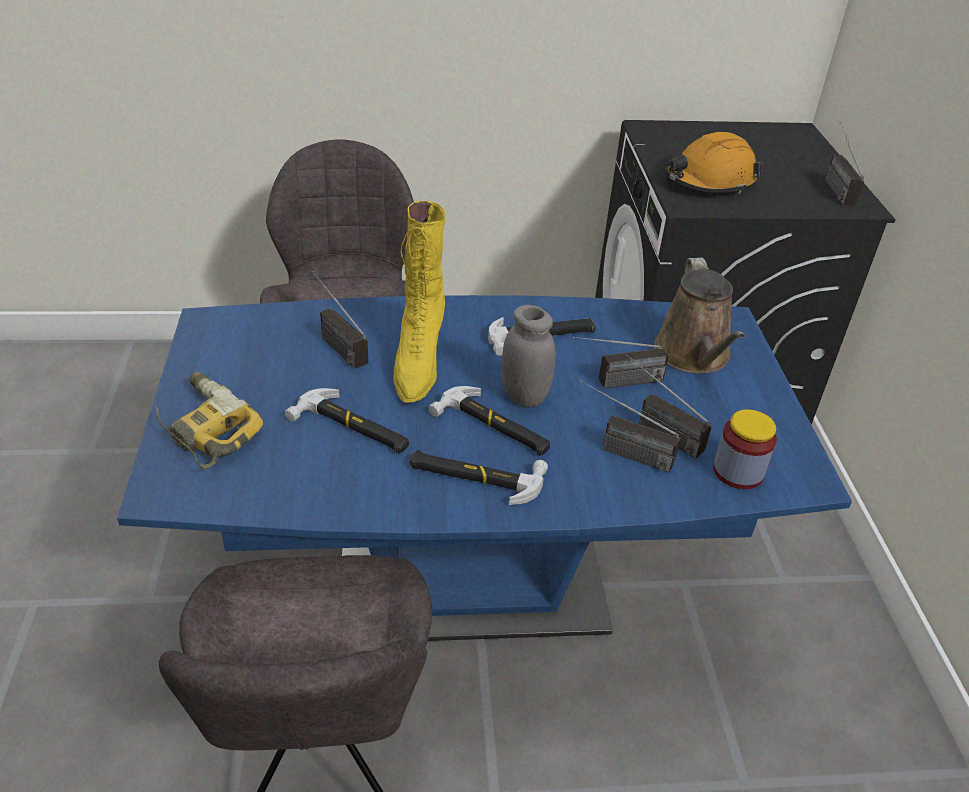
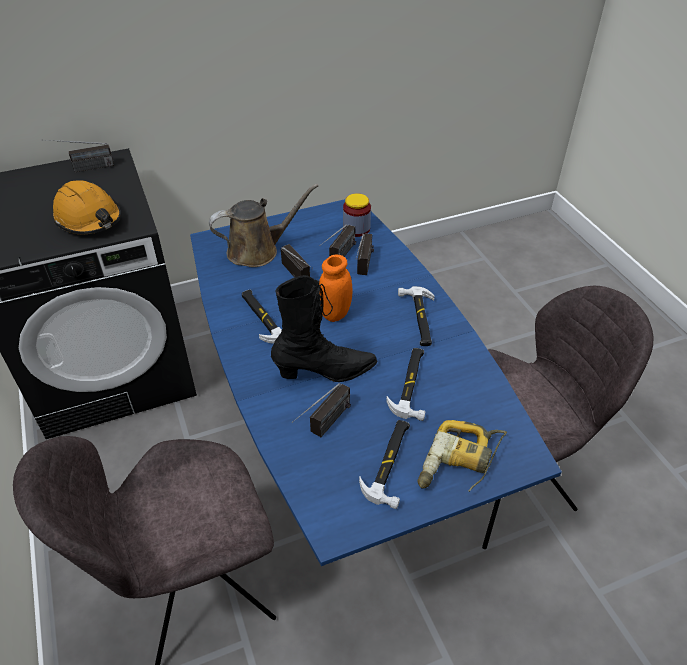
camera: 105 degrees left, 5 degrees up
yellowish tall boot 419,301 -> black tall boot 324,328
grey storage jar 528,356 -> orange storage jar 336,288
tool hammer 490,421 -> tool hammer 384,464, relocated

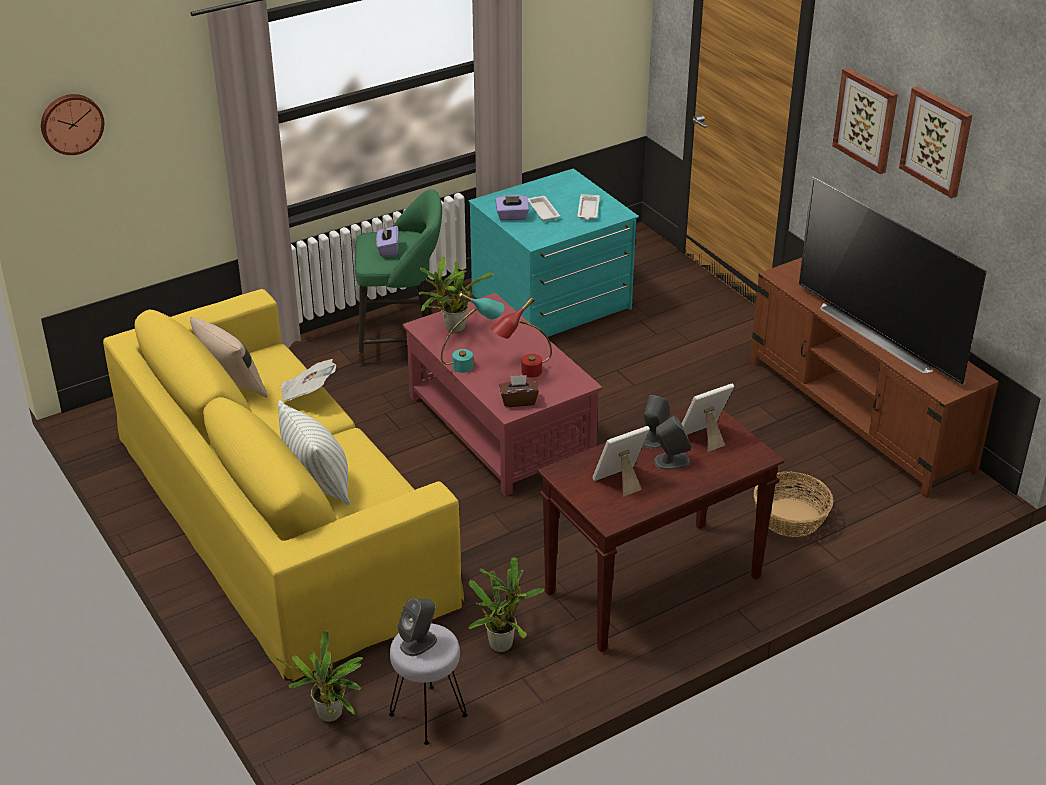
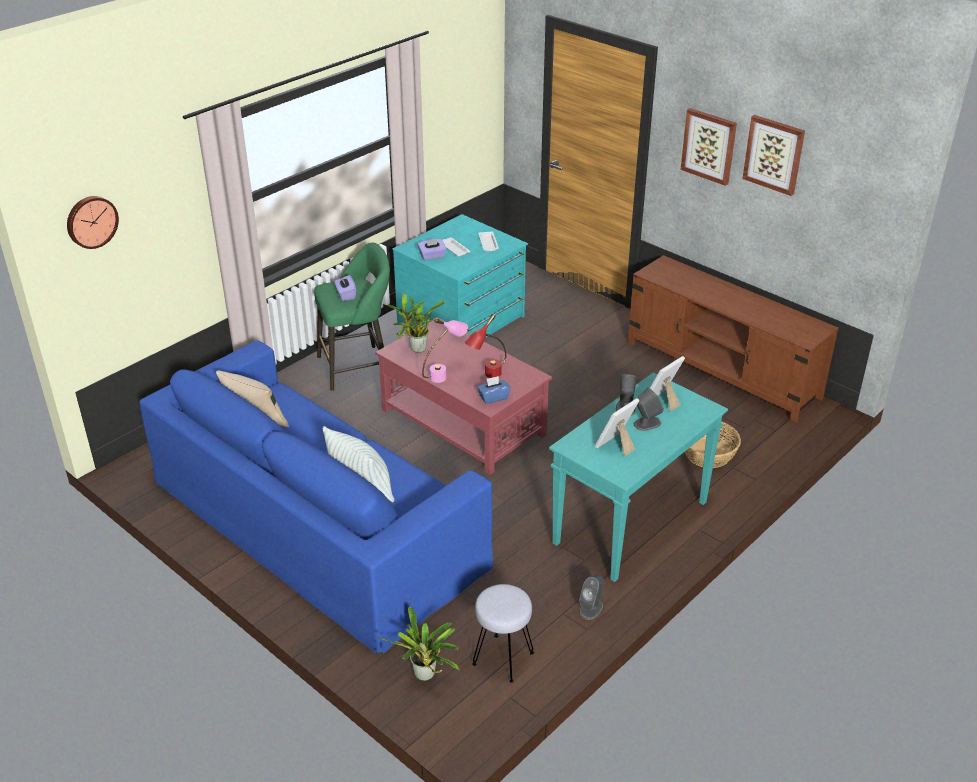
camera: 15 degrees left, 0 degrees up
TV set 893,281 -> none
yellowish couch 283,485 -> blue-coloured couch 316,497
turquoise-coloured lamp for a table 472,332 -> pink-coloured lamp for a table 445,350
printed paper 308,380 -> none
brownish box of tissues 519,391 -> blue-coloured box of tissues 494,390
brownish console table 661,531 -> turquoise-coloured console table 638,477
plant in a pot 506,604 -> none
grey loudspeaker 417,627 -> grey loudspeaker 591,597, relocated

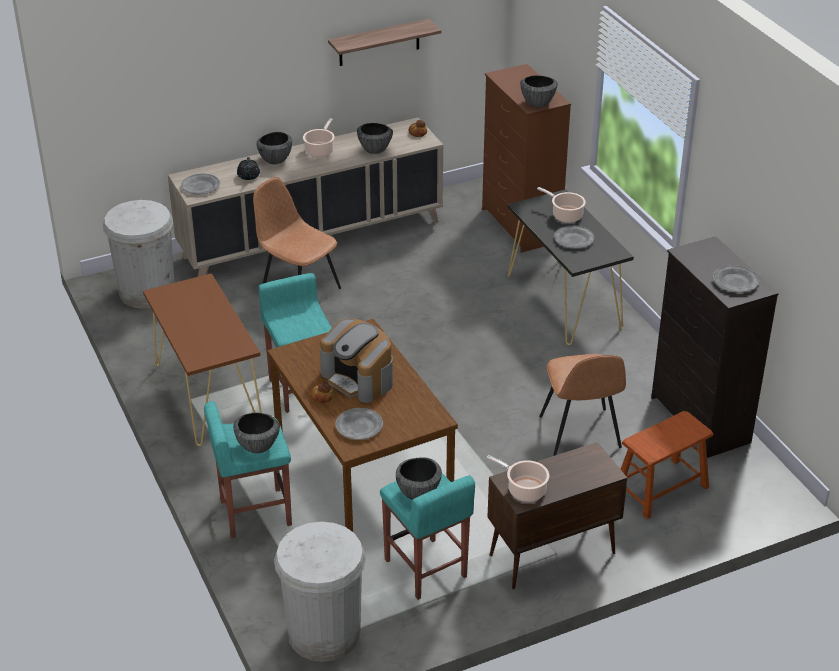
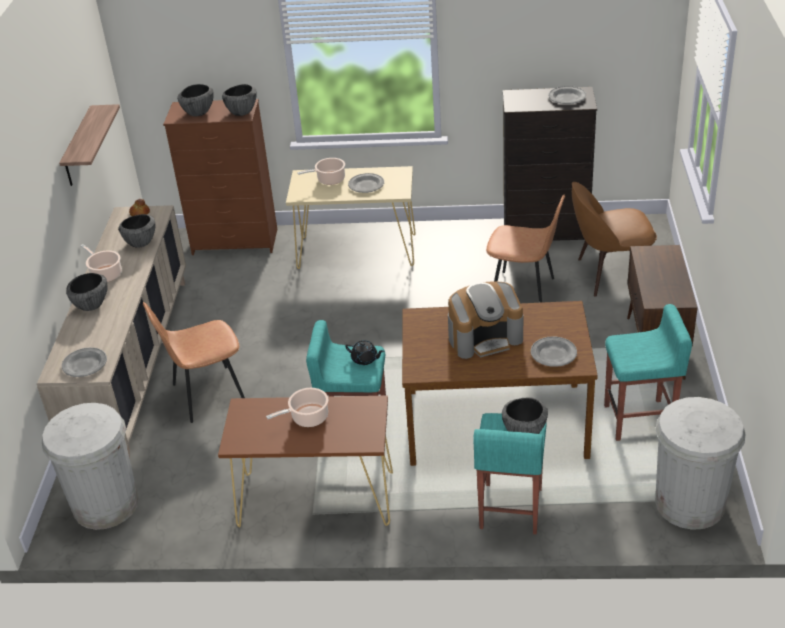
camera: 60 degrees left, 0 degrees up
black tea pot 248,168 -> black tea pot 364,352, relocated
black console table 571,267 -> beige-coloured console table 351,217
bread 322,393 -> none
brownish sitting stool 667,465 -> brownish upright chair 614,239
stockpot 517,478 -> stockpot 297,407, relocated
deep dish 419,478 -> deep dish 195,100, relocated

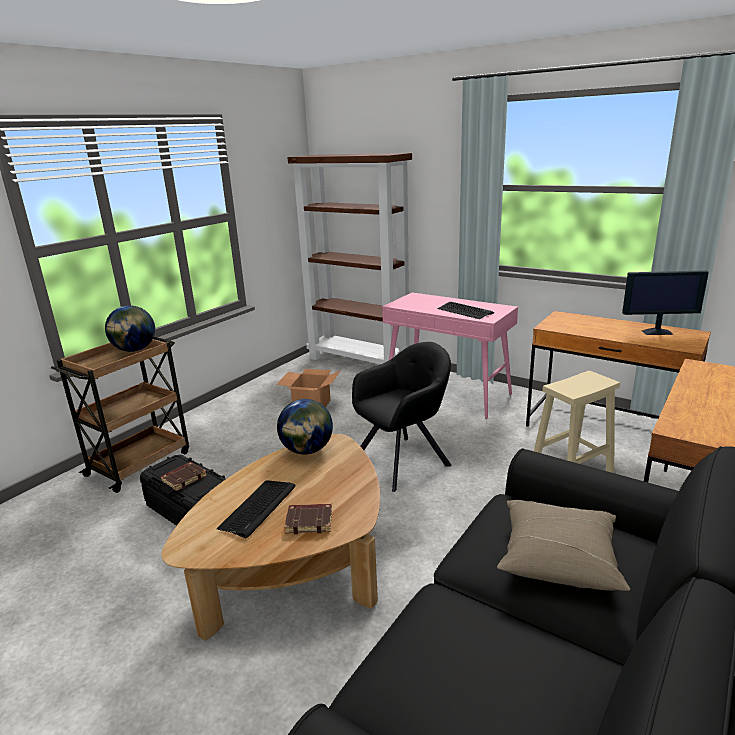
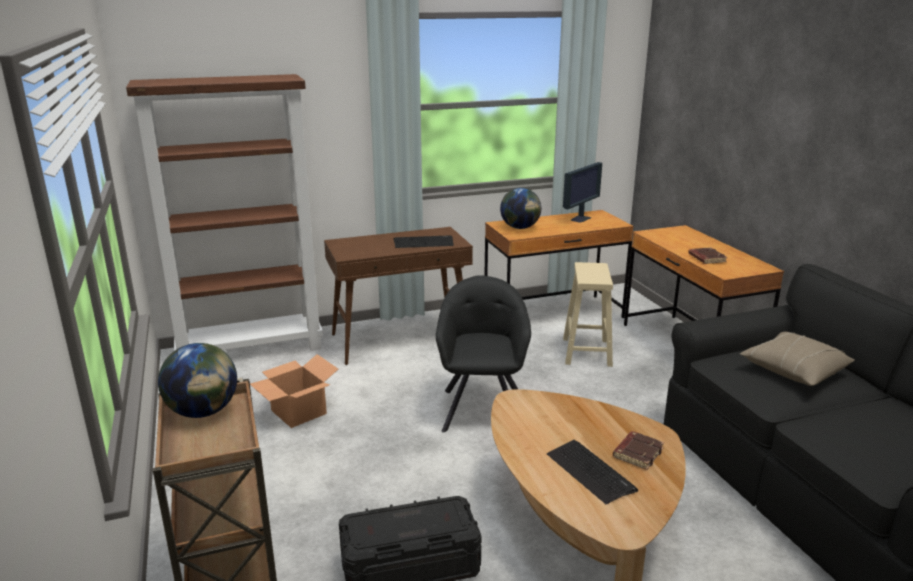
camera: 55 degrees left, 0 degrees up
pink-coloured console table 450,355 -> brownish console table 398,296
world globe 305,427 -> world globe 520,208, relocated
brownish bound book 184,476 -> brownish bound book 708,255, relocated

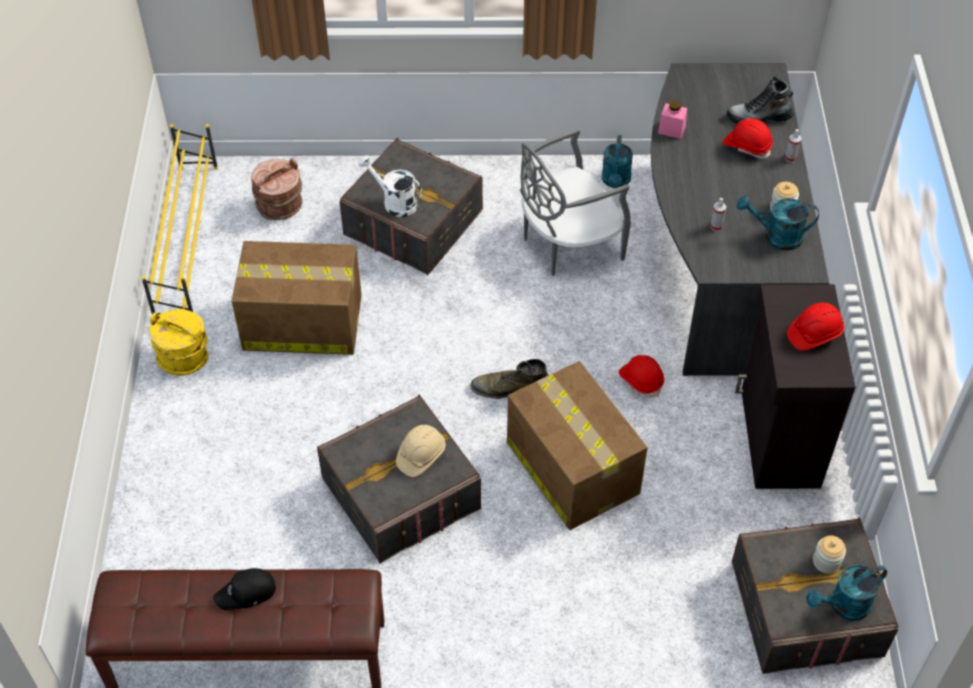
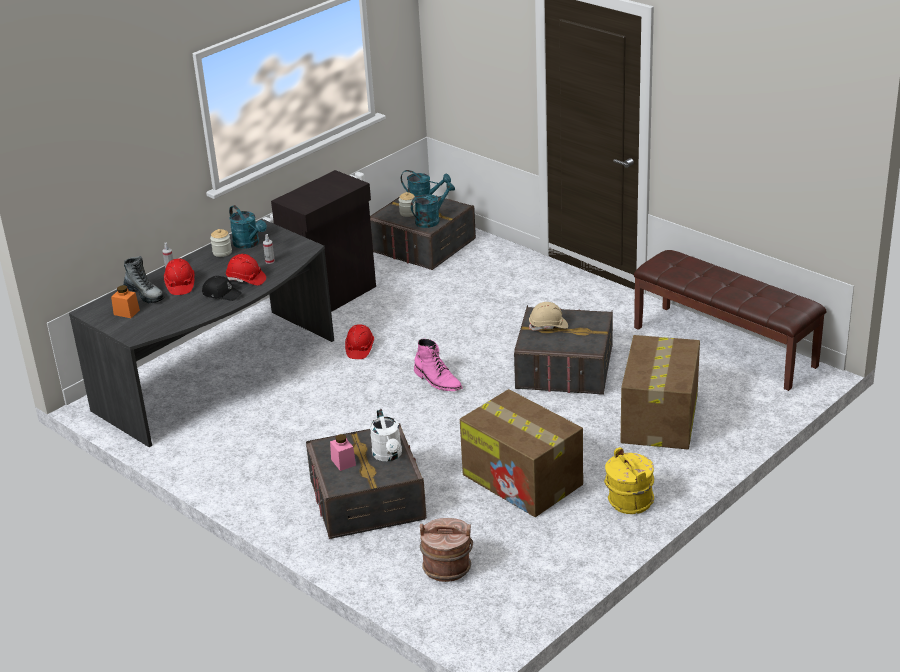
camera: 135 degrees left, 20 degrees down
pink-coloured storage jar 672,120 -> pink-coloured storage jar 343,452, relocated
yellowish shoe stand 179,219 -> none
grey upright chair 575,202 -> none
turquoise-coloured watering can 617,161 -> turquoise-coloured watering can 433,205, relocated
red-coloured work helmet 815,326 -> red-coloured work helmet 246,270, relocated
greenish tall boot 509,379 -> pink-coloured tall boot 438,365
packing box 577,445 -> packing box 660,392, relocated
black baseball cap 244,589 -> black baseball cap 222,288, relocated
none -> orange storage jar 125,301

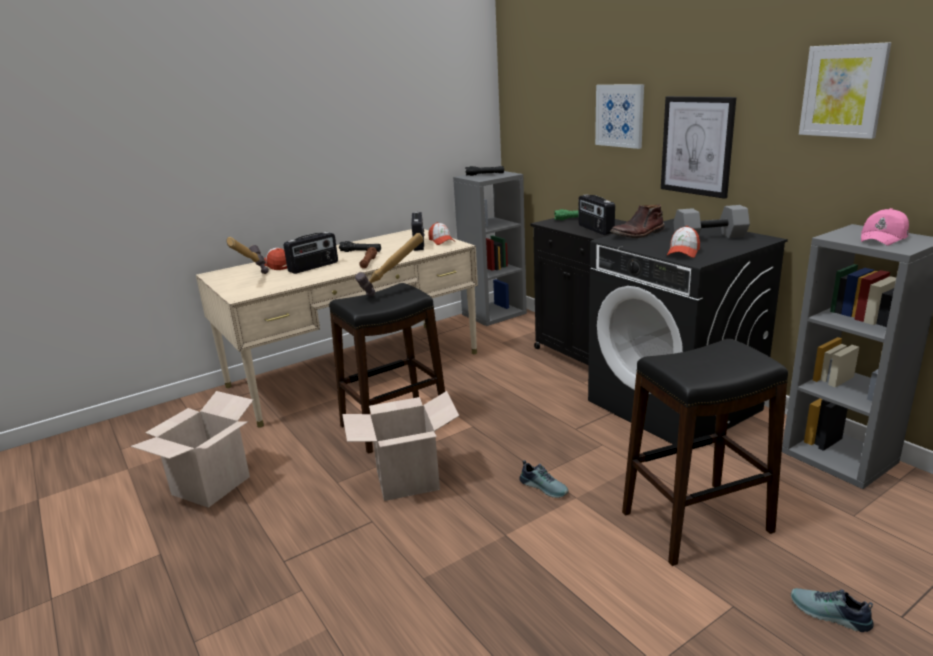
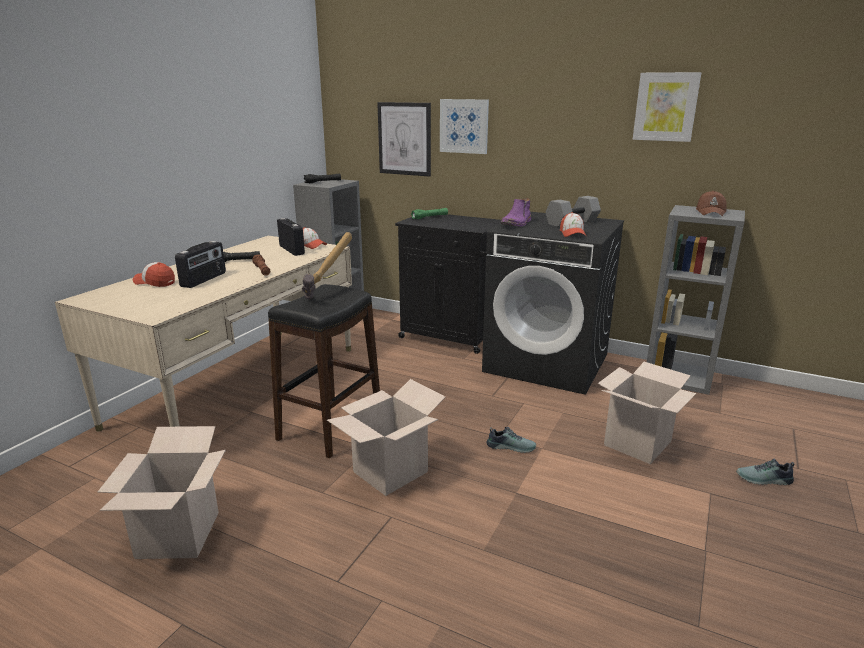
camera: 30 degrees left, 0 degrees up
wall picture 698,147 -> wall picture 404,139, relocated
radio 596,214 -> none
brownish tall boot 637,221 -> purplish tall boot 516,212
pink-coloured baseball cap 885,226 -> brownish baseball cap 711,203
tool hammer 248,255 -> none
black sitting stool 705,452 -> packing box 647,413

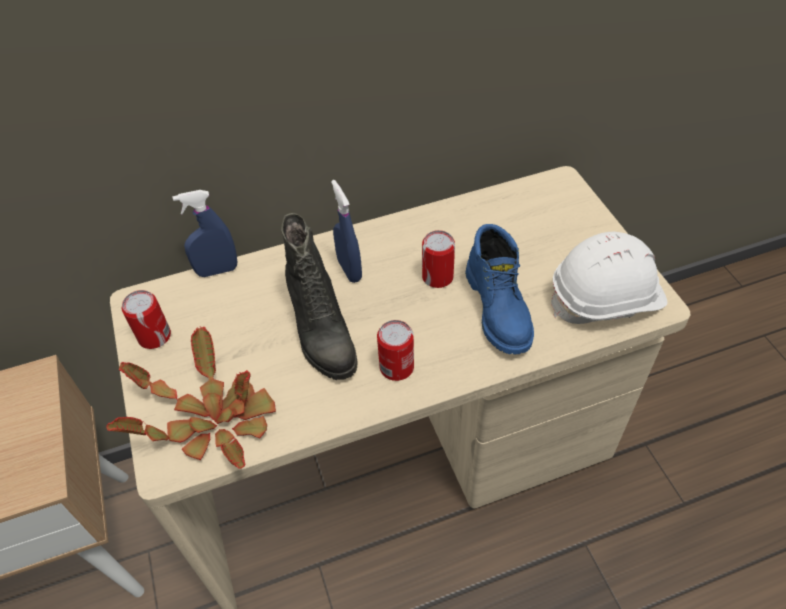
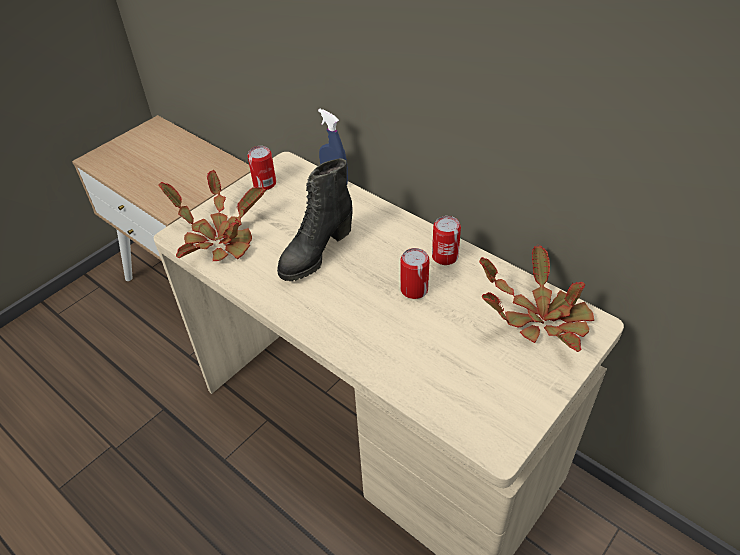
camera: 60 degrees right, 5 degrees down
blue-coloured hand sprayer 346,231 -> none
blue-coloured tall boot 499,289 -> none
white work helmet 609,278 -> none
metal can 395,350 -> metal can 446,240, relocated
none -> plant in a pot 536,298

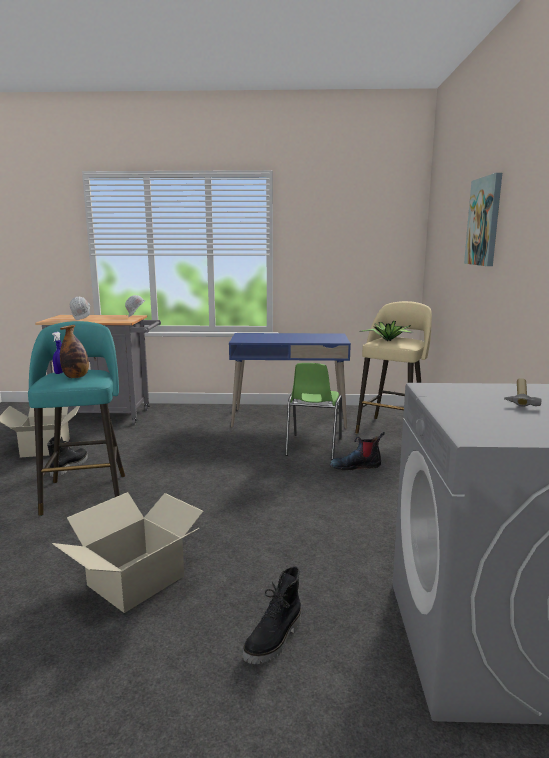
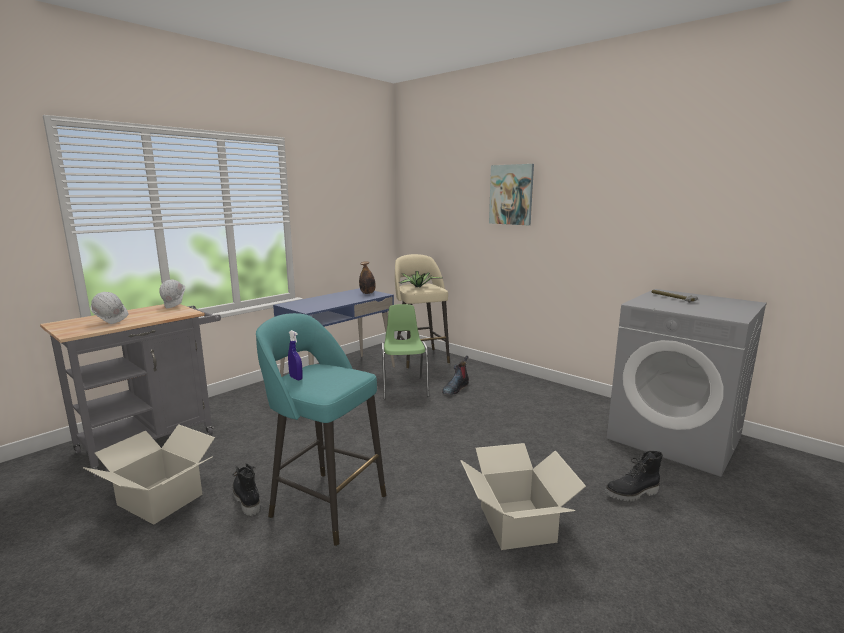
camera: 50 degrees left, 0 degrees up
drink bottle 74,351 -> drink bottle 367,277, relocated
greenish upright chair 313,411 -> greenish upright chair 405,351, 150 degrees counterclockwise
black tall boot 271,615 -> black tall boot 633,476, 90 degrees clockwise

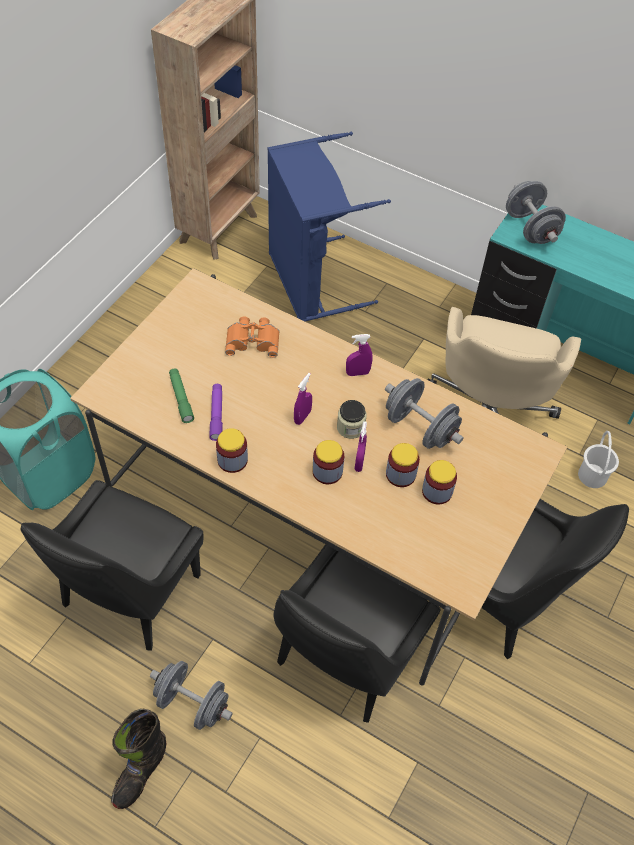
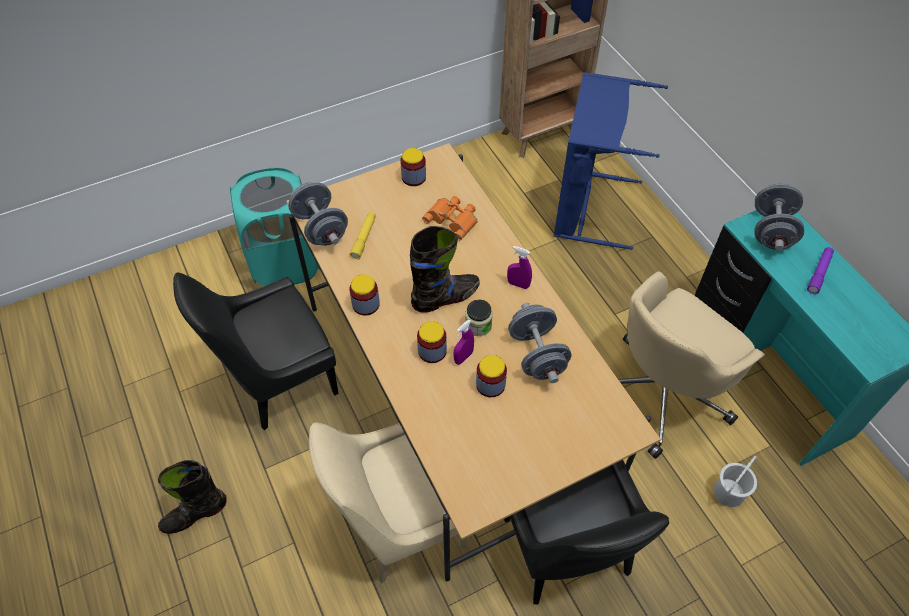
camera: 35 degrees right, 0 degrees up
greenish flashlight 181,396 -> yellowish flashlight 363,236
purplish hand sprayer 303,399 -> black tall boot 445,269
purplish flashlight 216,412 -> purplish flashlight 820,270, relocated
storage jar 439,482 -> storage jar 413,167, relocated
black upright chair 357,633 -> beige-coloured upright chair 388,503
grey dumbbell 191,695 -> grey dumbbell 318,214, relocated

